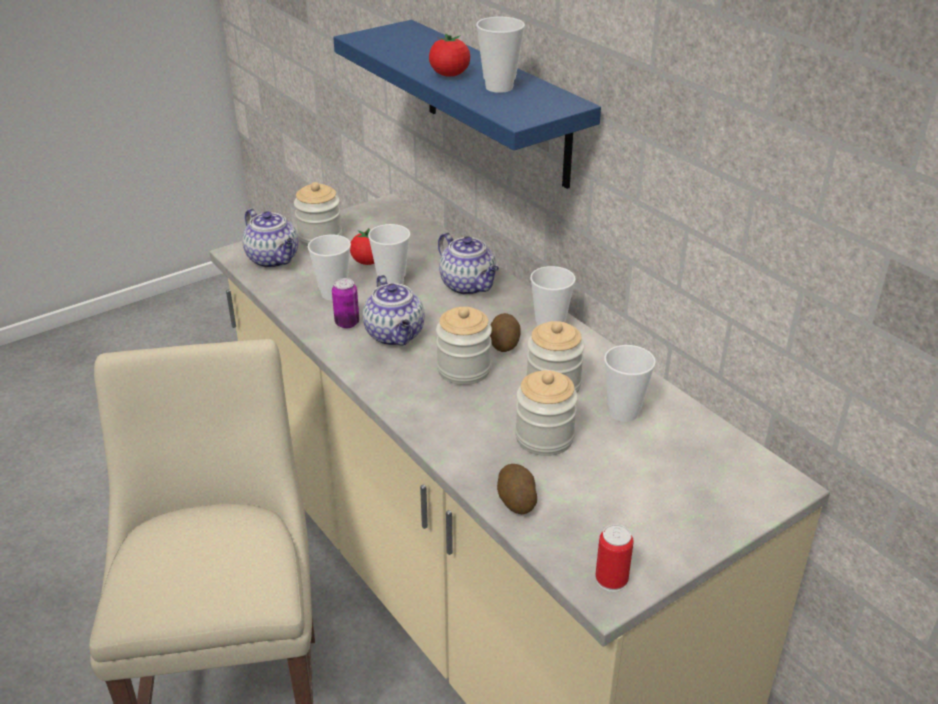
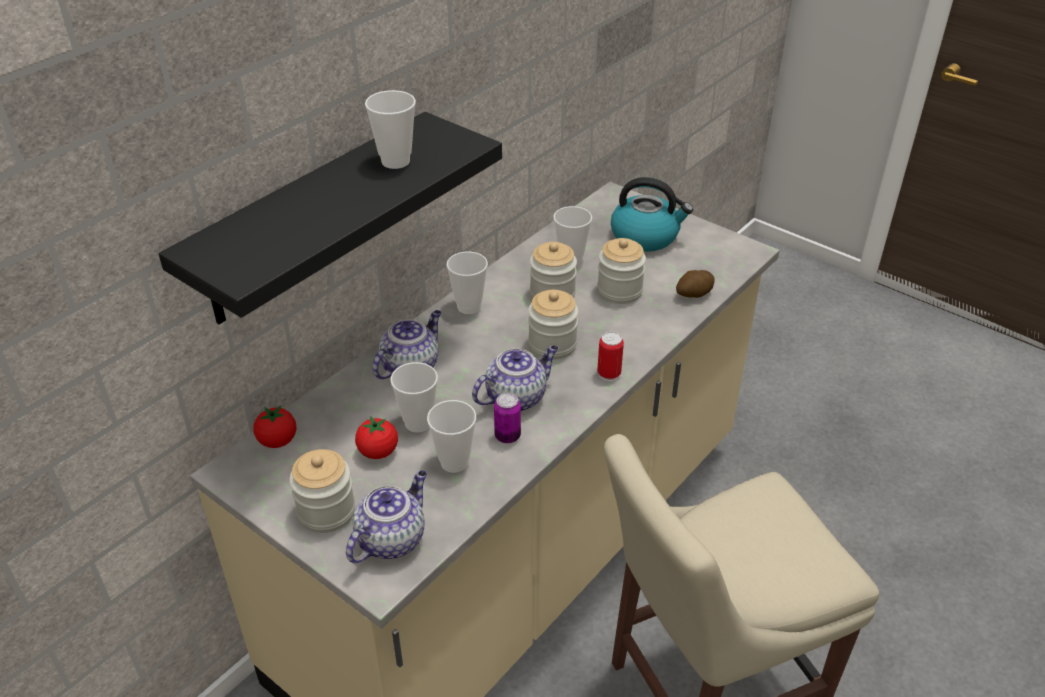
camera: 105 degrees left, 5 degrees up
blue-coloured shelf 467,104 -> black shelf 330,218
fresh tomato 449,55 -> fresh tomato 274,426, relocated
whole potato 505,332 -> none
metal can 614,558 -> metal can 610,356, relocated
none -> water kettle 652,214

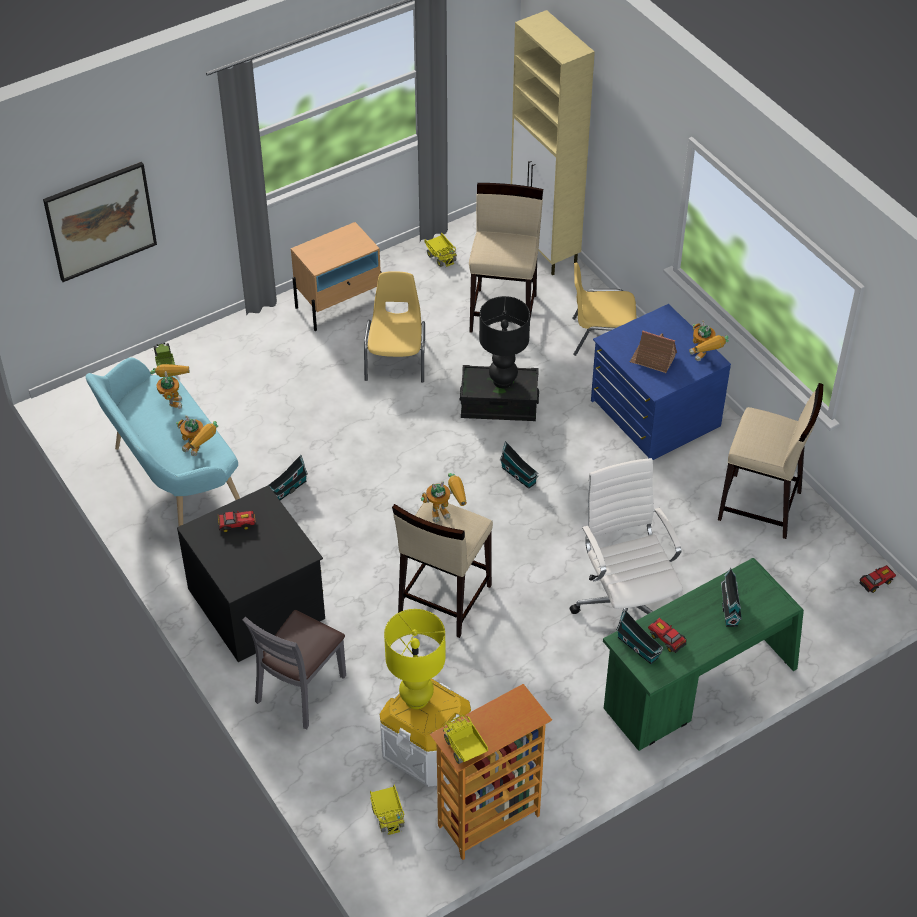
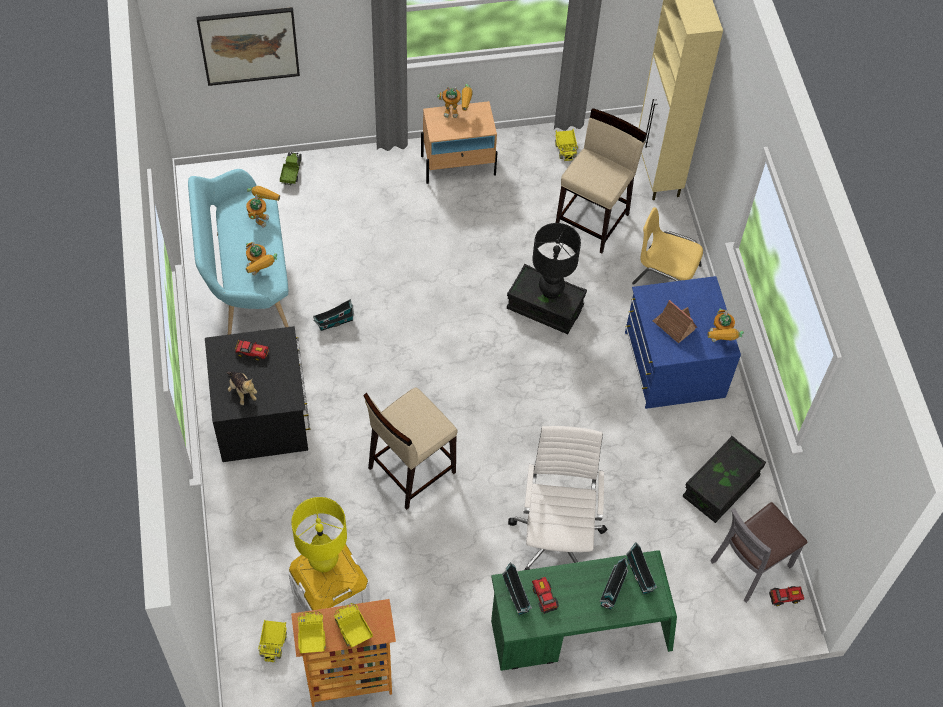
camera: 20 degrees right, 10 degrees up
yellowish upright chair 394,327 -> none
beige-coloured sitting stool 770,461 -> black storage bin 724,479
toy house 519,465 -> toy house 641,568, relocated
toy robot 444,497 -> toy robot 454,101, relocated
grey upright chair 294,669 -> grey upright chair 759,552, relocated
none -> cuddly toy 242,388
none -> toy truck 353,625

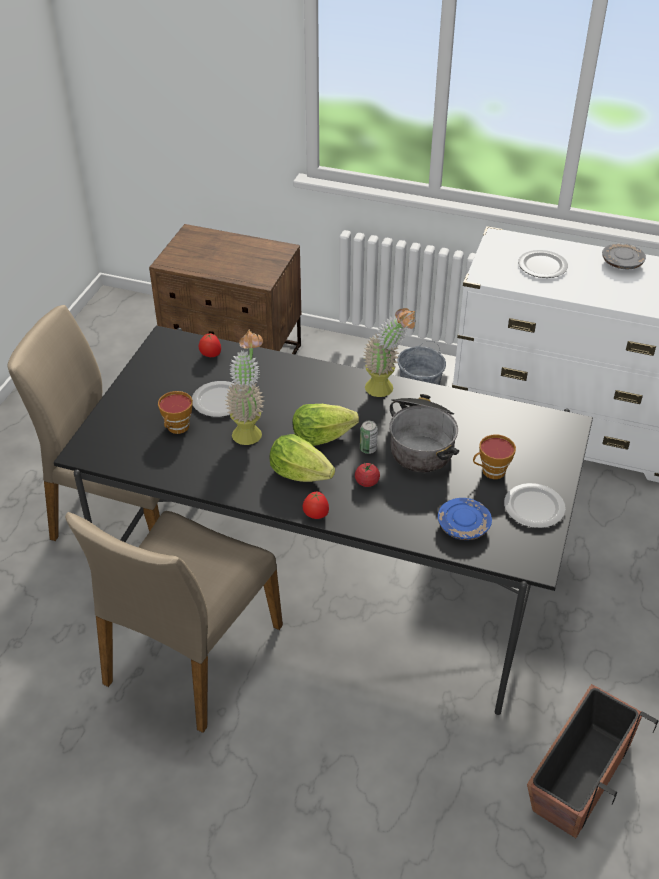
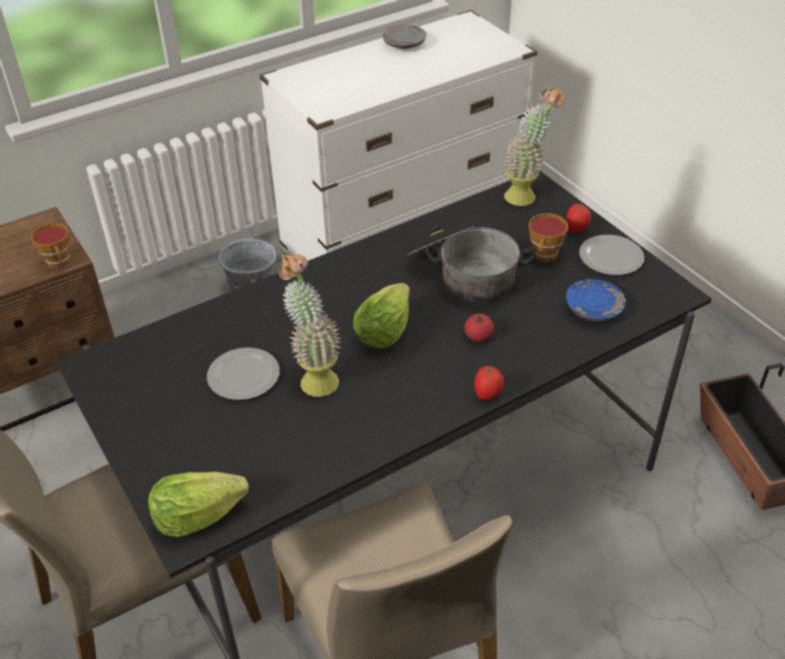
camera: 50 degrees left, 0 degrees up
dinner plate 543,264 -> none
plant in a pot 390,352 -> plant in a pot 534,146, relocated
fresh tomato 210,345 -> fresh tomato 578,218, relocated
drinking cup 175,412 -> drinking cup 50,245, relocated
metal can 369,437 -> none
head of lettuce 302,458 -> head of lettuce 198,504, relocated

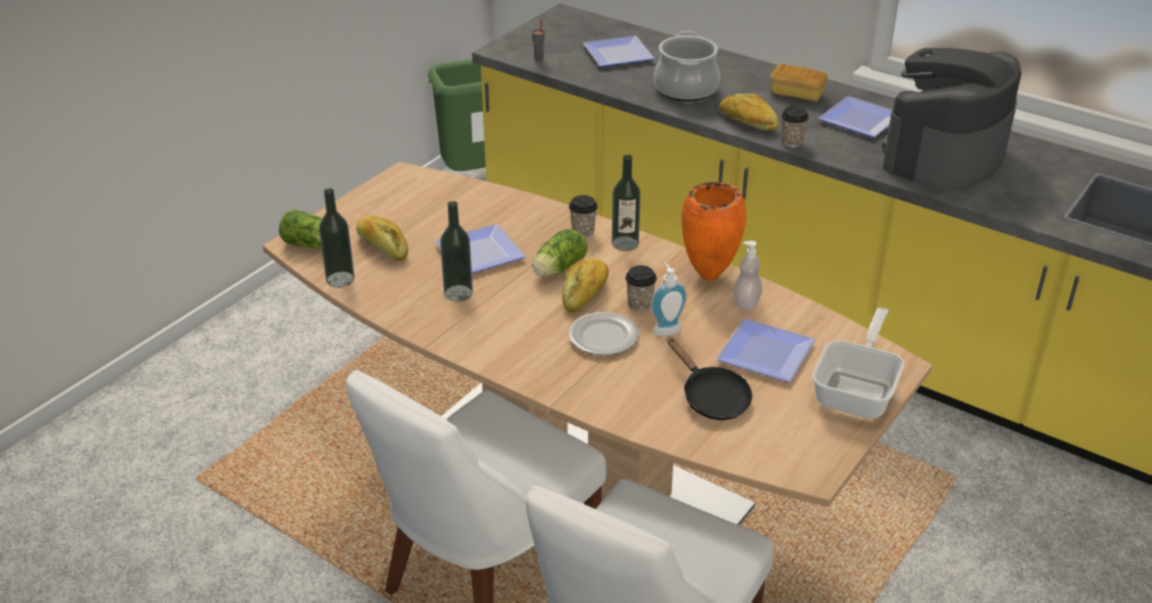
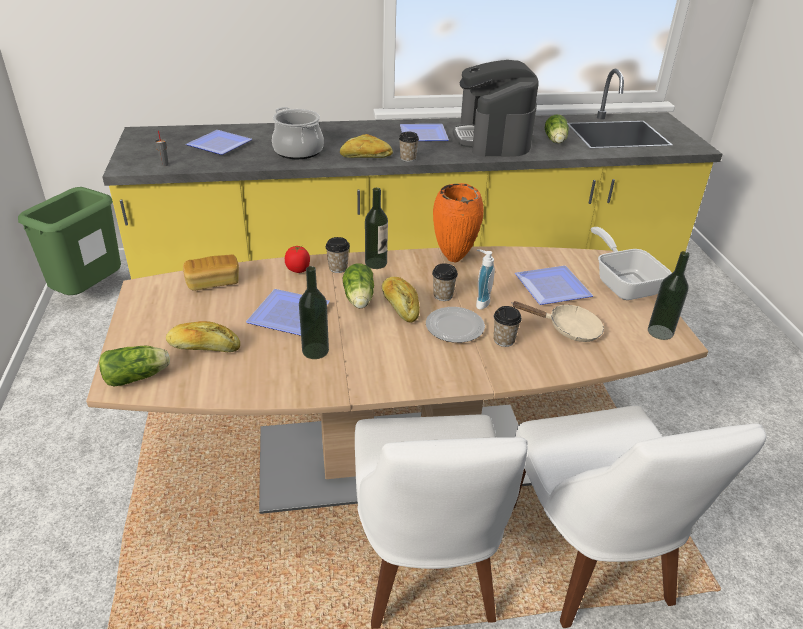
camera: 45 degrees left, 0 degrees up
bread 799,83 -> bread 211,272, relocated
drink bottle 337,238 -> drink bottle 669,295, relocated
soap dispenser 747,275 -> none
black pan 709,378 -> beige-coloured pan 558,321
none -> head of lettuce 557,129
none -> fresh tomato 297,259
none -> drinking cup 508,326

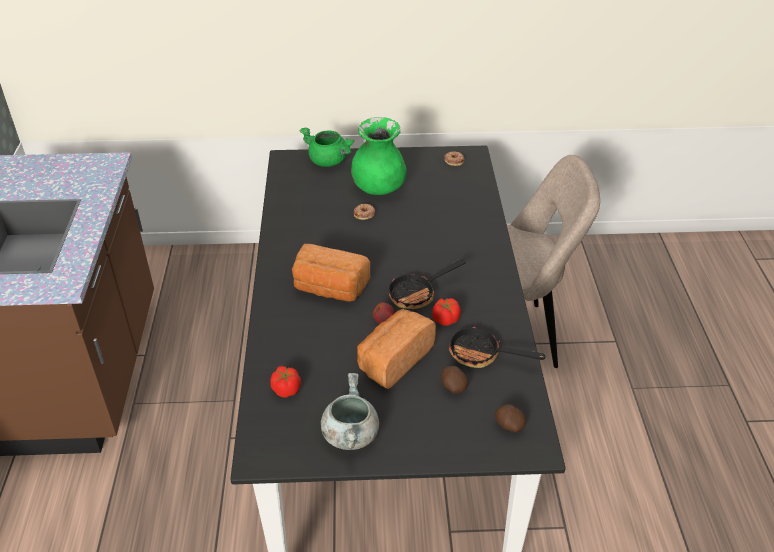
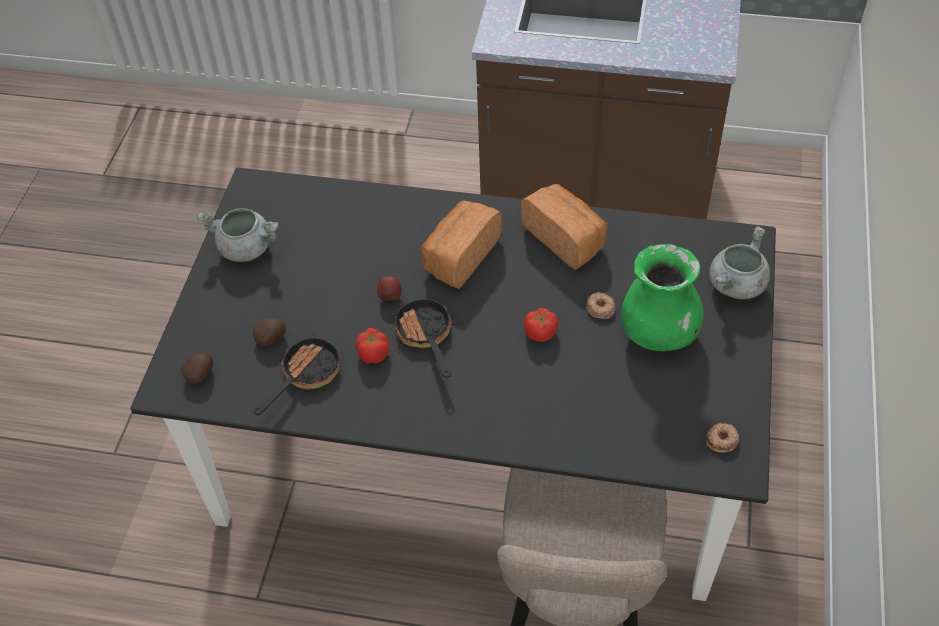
camera: 105 degrees right, 10 degrees up
greenish stockpot 327,147 -> grey stockpot 739,262
bread 396,349 -> bread 564,227, relocated
fresh tomato 285,382 -> fresh tomato 541,325, relocated

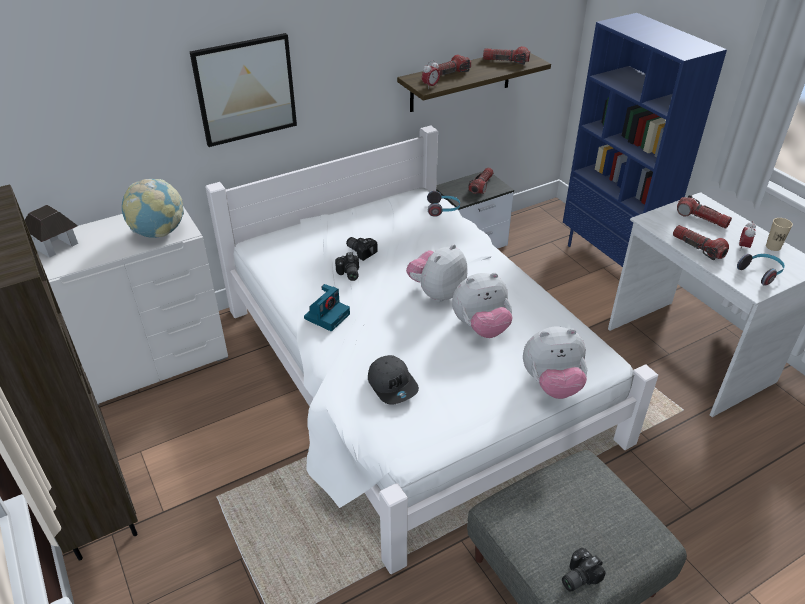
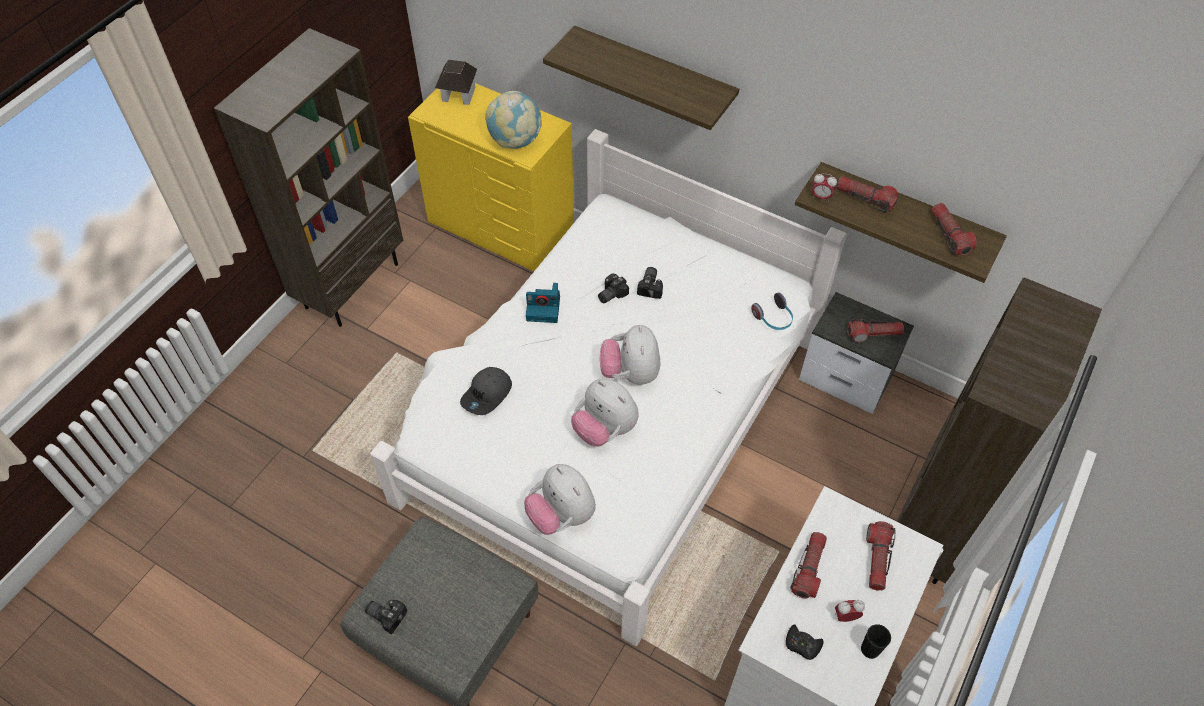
camera: 60 degrees right, 15 degrees up
blue-coloured bookshelf 645,140 -> brownish bookshelf 999,430
wall picture 243,90 -> shelf 641,78
white chest of drawers 132,305 -> yellowish chest of drawers 491,177
beige-coloured drinking cup 779,234 -> black drinking cup 876,641
cuddly toy 436,273 -> cuddly toy 630,355, 105 degrees counterclockwise
headset 761,270 -> black joypad 805,642

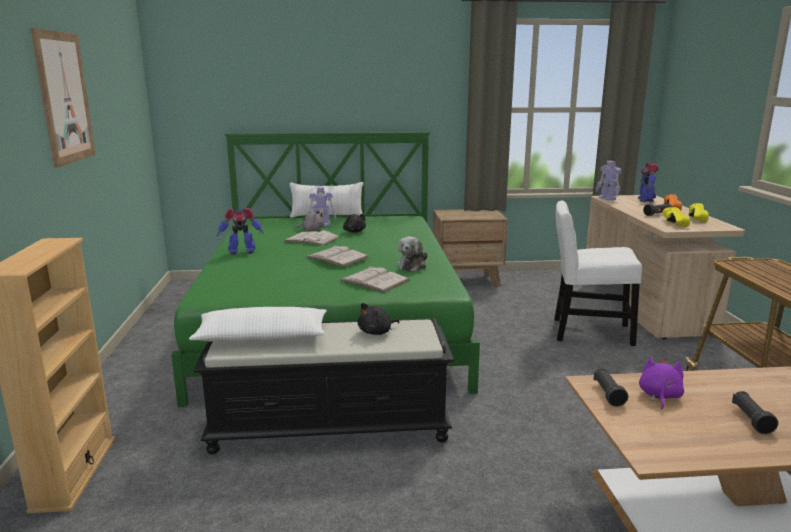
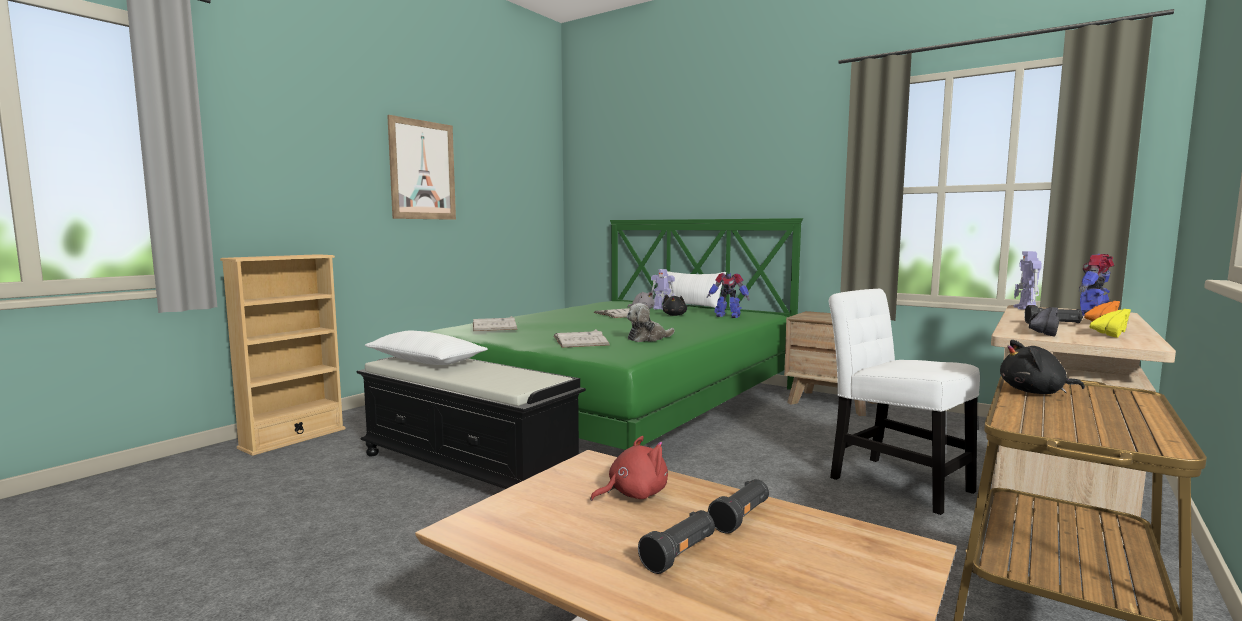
camera: 40 degrees right, 10 degrees down
yellowish low shoe 676,217 -> black low shoe 1044,322
toy robot 240,231 -> toy robot 728,295, relocated
white bound book 337,256 -> white bound book 495,323, relocated
black cuddly toy 378,319 -> black cuddly toy 1042,367, relocated
purplish cuddly toy 661,383 -> red-coloured cuddly toy 629,468
black flashlight 611,387 -> black flashlight 738,506, relocated

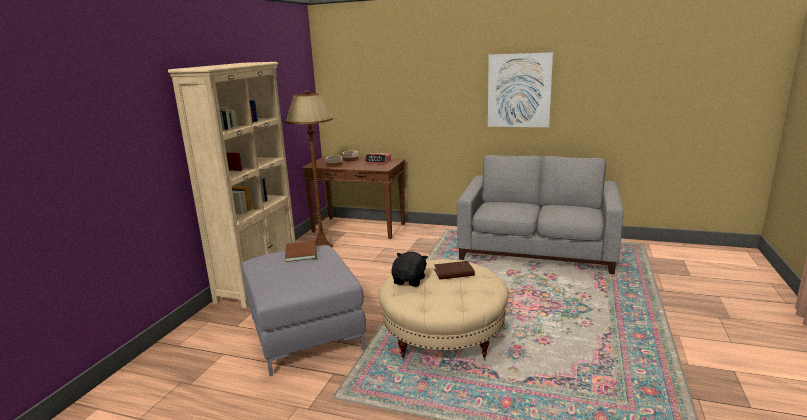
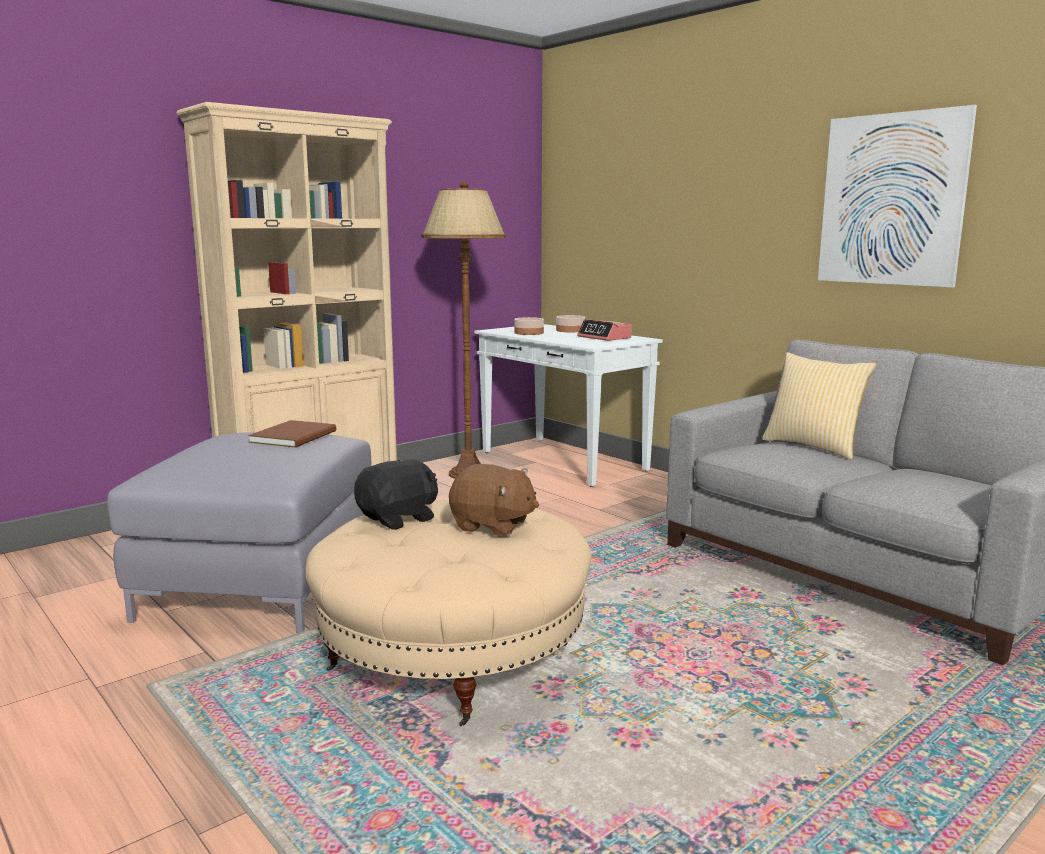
camera: 30 degrees right, 5 degrees down
brownish console table 353,197 -> white console table 568,405
brownish bound book 454,270 -> brownish cuddly toy 494,500
none -> throw pillow 819,405

